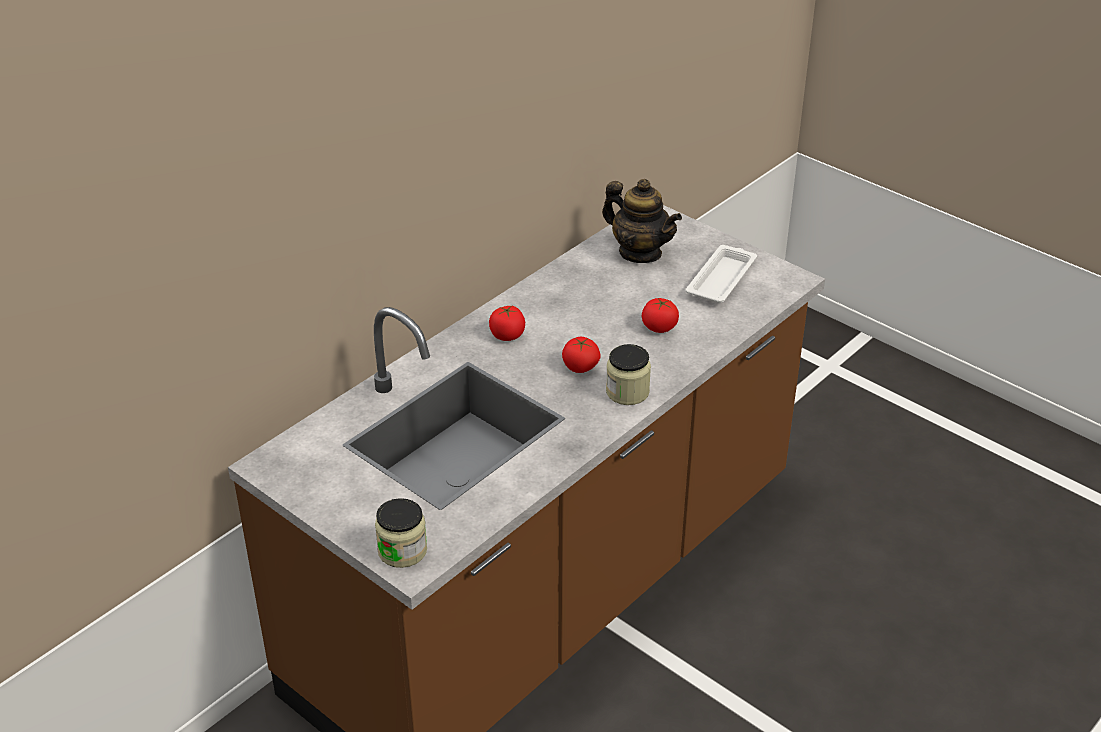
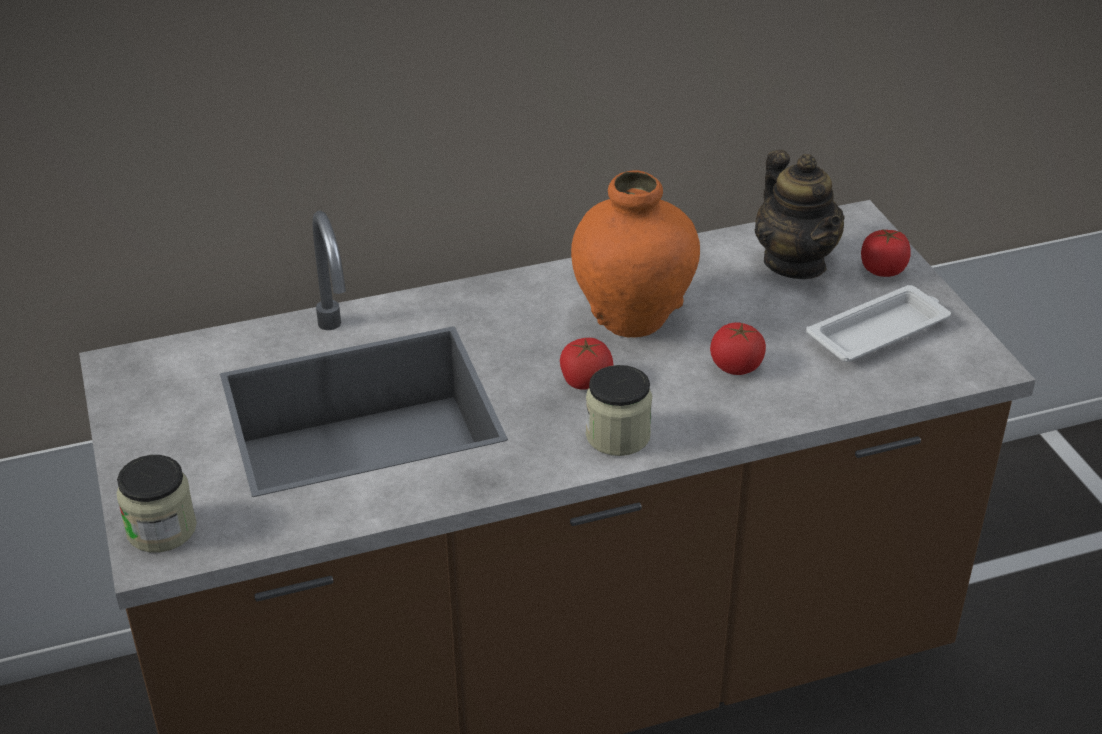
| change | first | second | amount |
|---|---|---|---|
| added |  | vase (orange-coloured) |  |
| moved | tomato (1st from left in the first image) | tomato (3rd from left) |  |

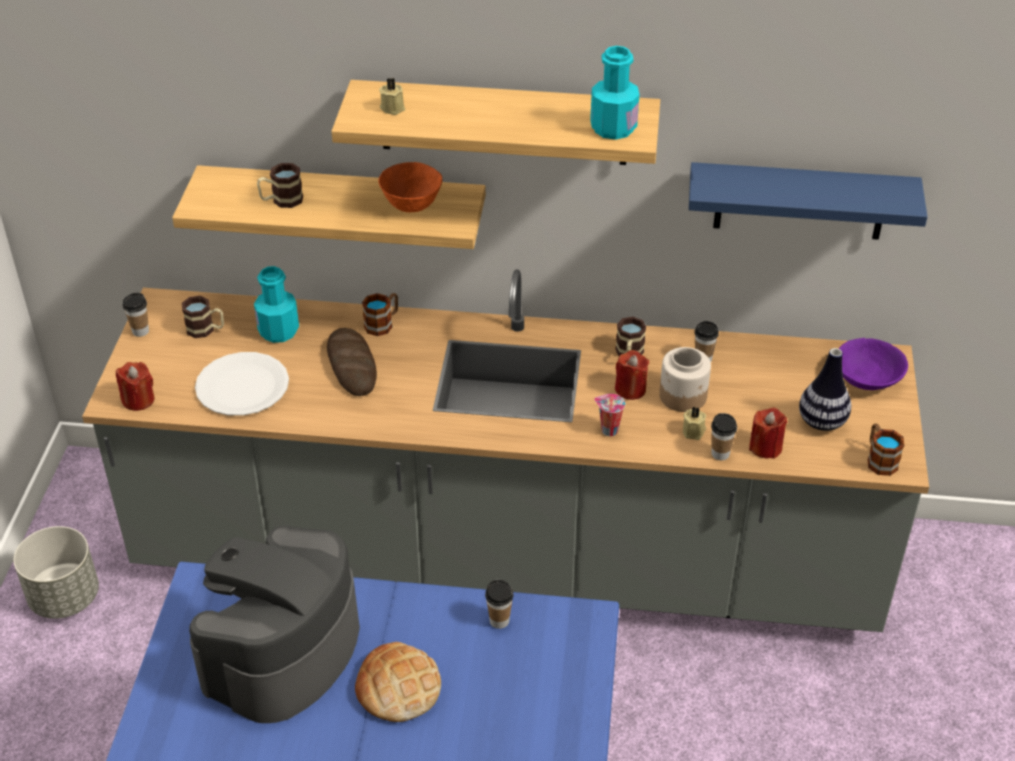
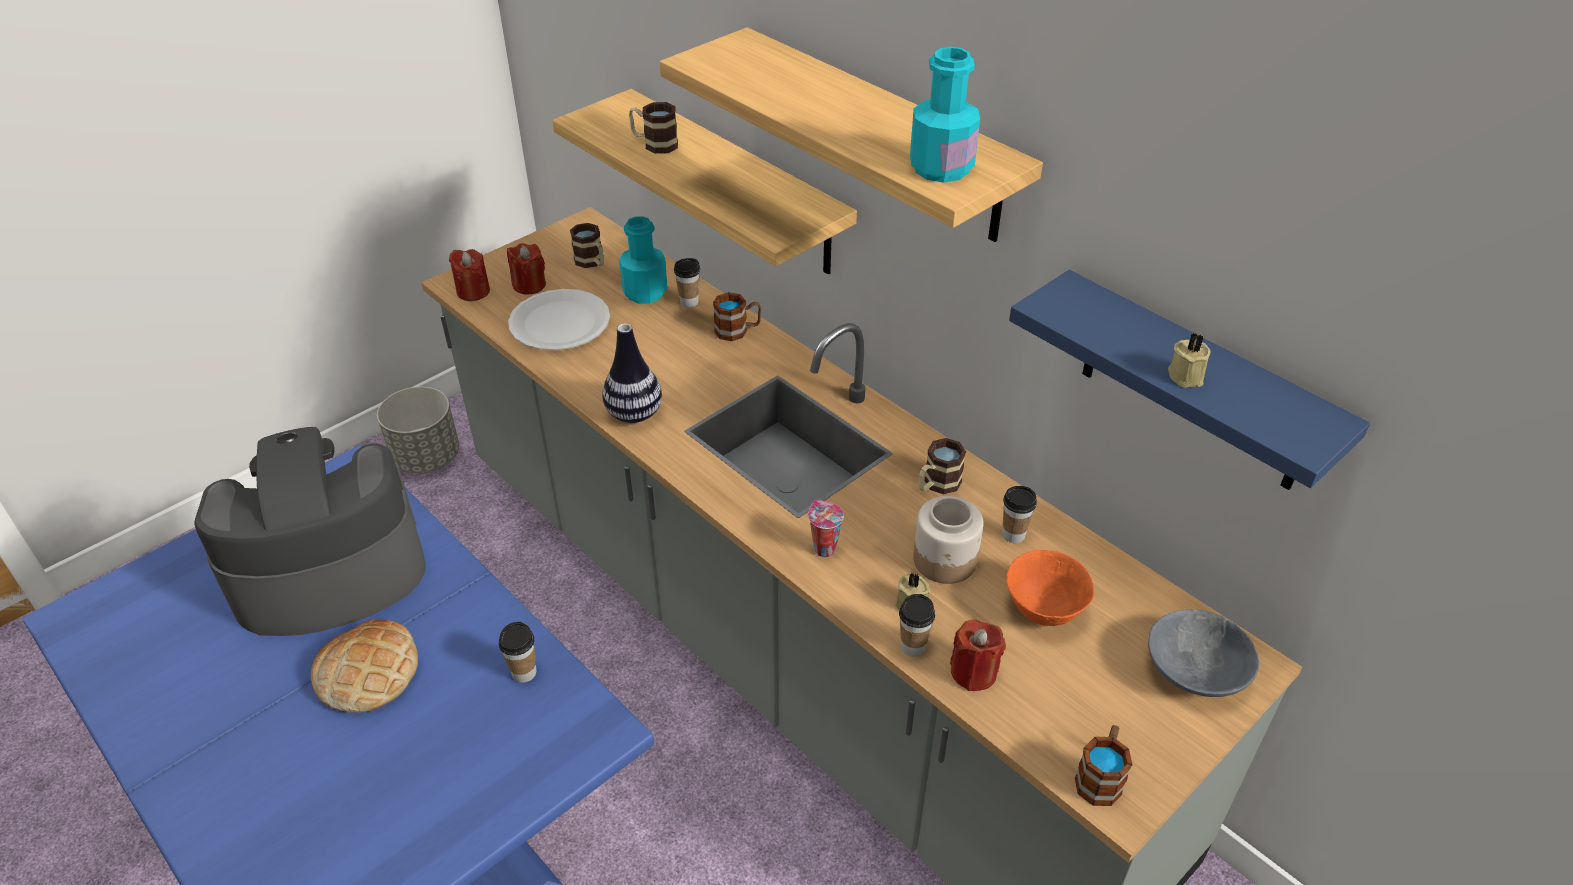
| change | first | second | amount |
|---|---|---|---|
| moved | wax candle (red-coloured) (2nd from left) |  |  |
| moved | vase |  |  |
| moved | cup (1st from left in the first image) | cup (2nd from left) |  |
| moved | serving bowl (orange-coloured) |  |  |
| recoloured | serving bowl (purplish) | serving bowl (gray) |  |
| moved | wax candle (sand-coloured) (1st from left in the first image) | wax candle (sand-coloured) (2nd from left) |  |
| removed | baked bread (1st from left) |  |  |

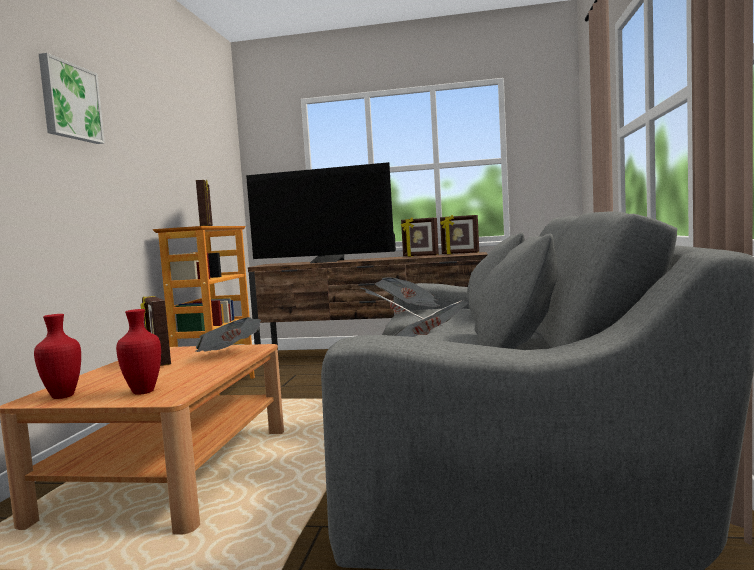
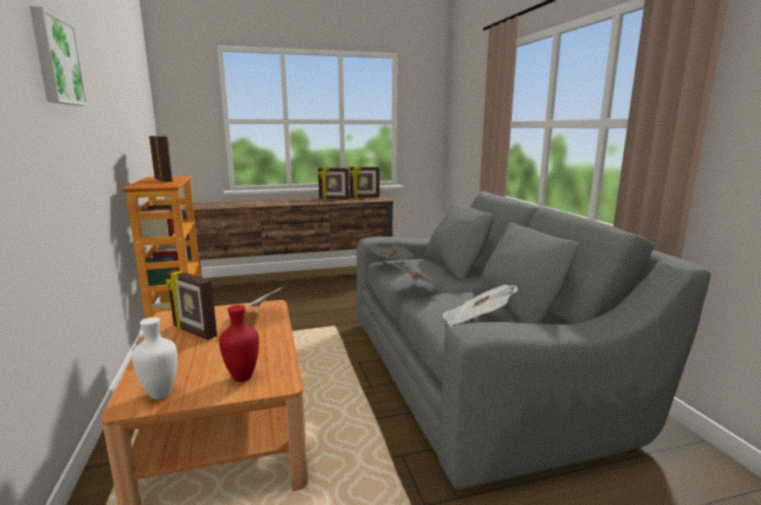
| change | first | second | amount |
|---|---|---|---|
| recoloured | vase (red-coloured) (1st from left) | vase (white) |  |
| removed | TV set |  |  |

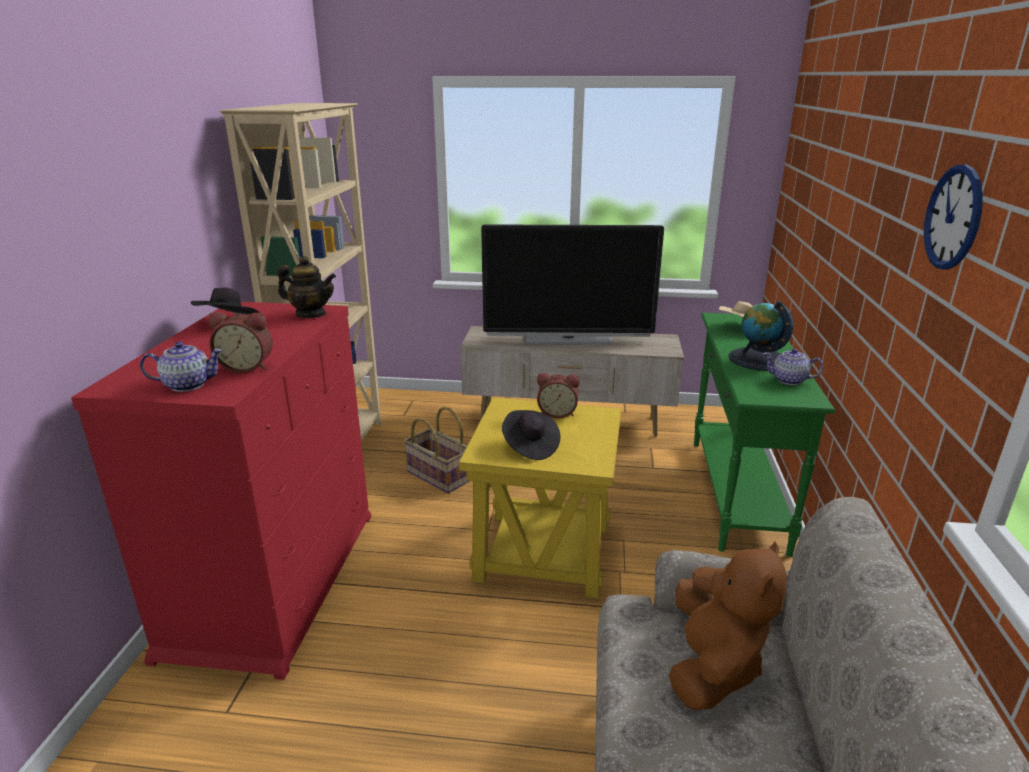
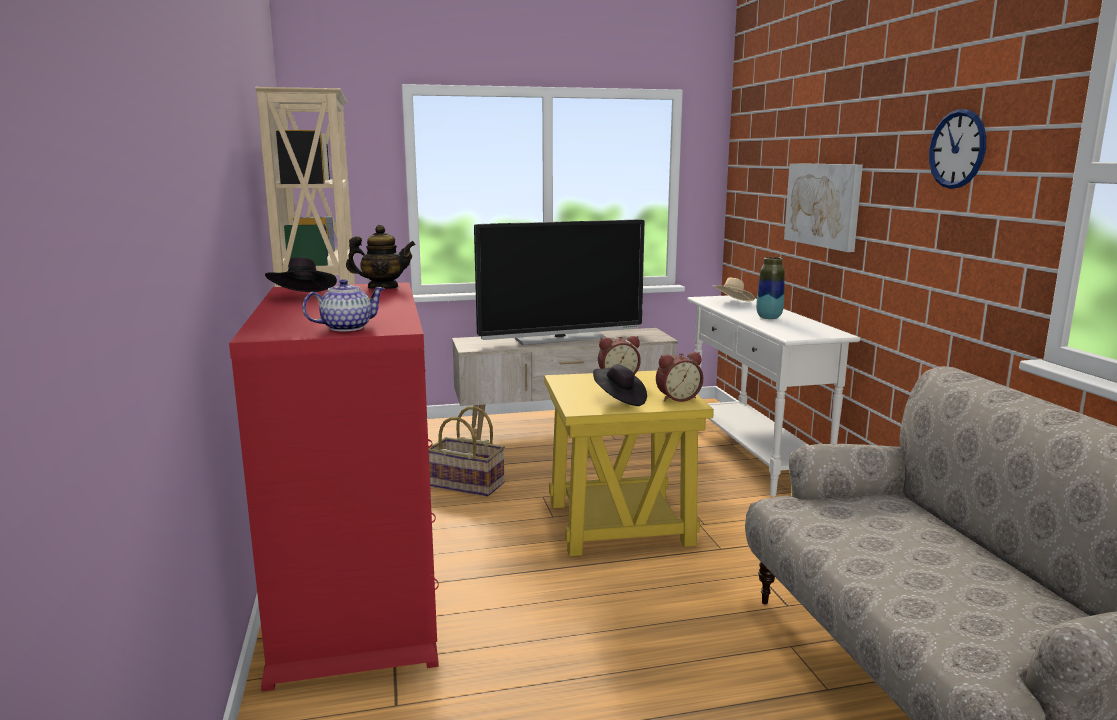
| change | first | second | amount |
|---|---|---|---|
| moved | bedside clock (1st from left in the first image) | bedside clock (2nd from left) |  |
| recoloured | hall table (green) | hall table (white) |  |
| replaced | globe | vase |  |
| added |  | picture |  |
| removed | soft toy (brown-coloured) |  |  |
| removed | tea pot (3rd from left) |  |  |

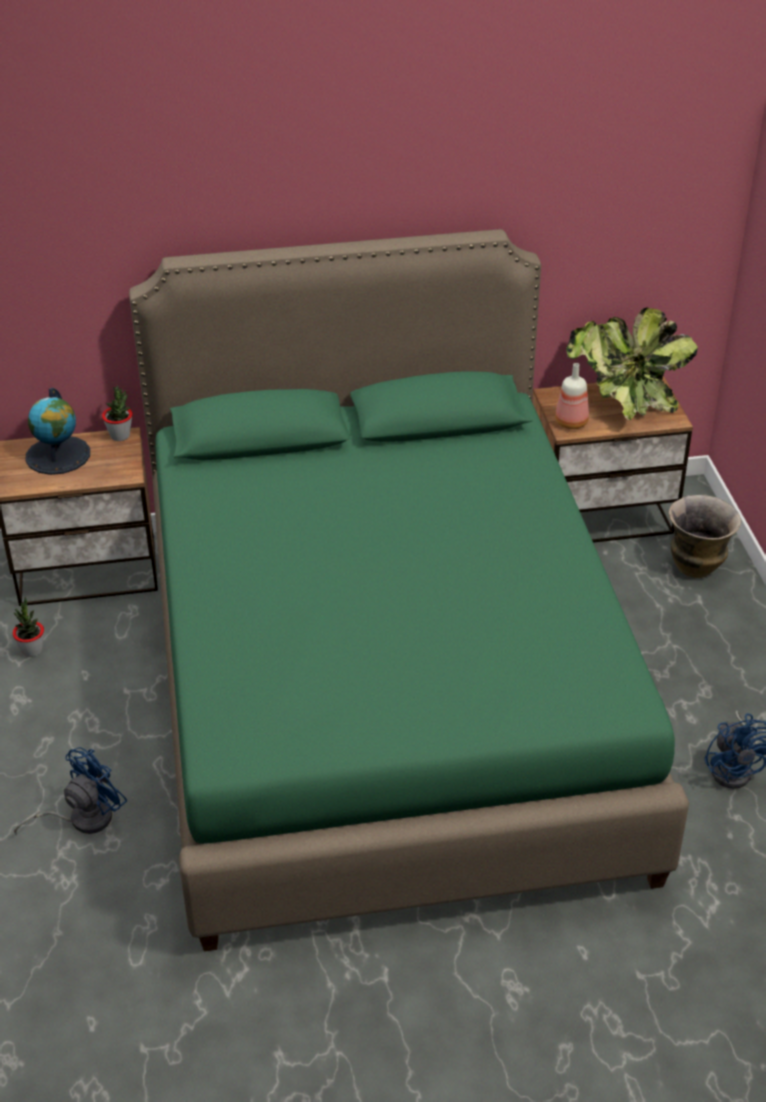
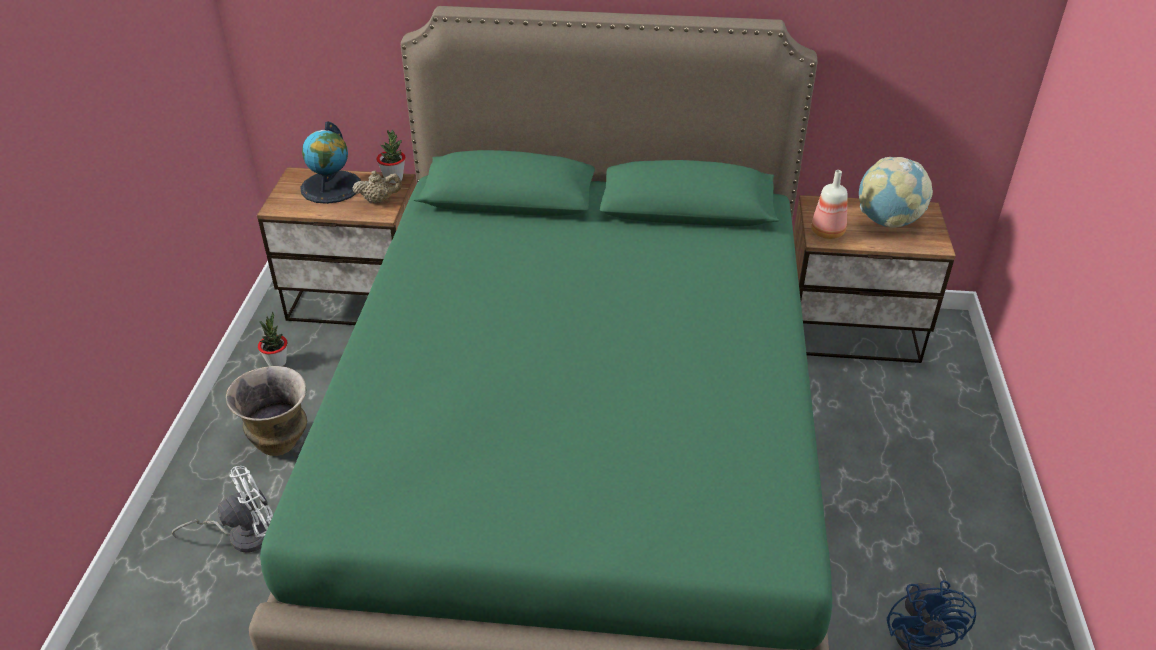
| change | first | second | amount |
|---|---|---|---|
| recoloured | fan (blue) (1st from left) | fan (white) |  |
| moved | vase |  |  |
| added |  | tea pot (sand-coloured) |  |
| replaced | plant in a pot (3rd from left) | globe (2nd from left) |  |

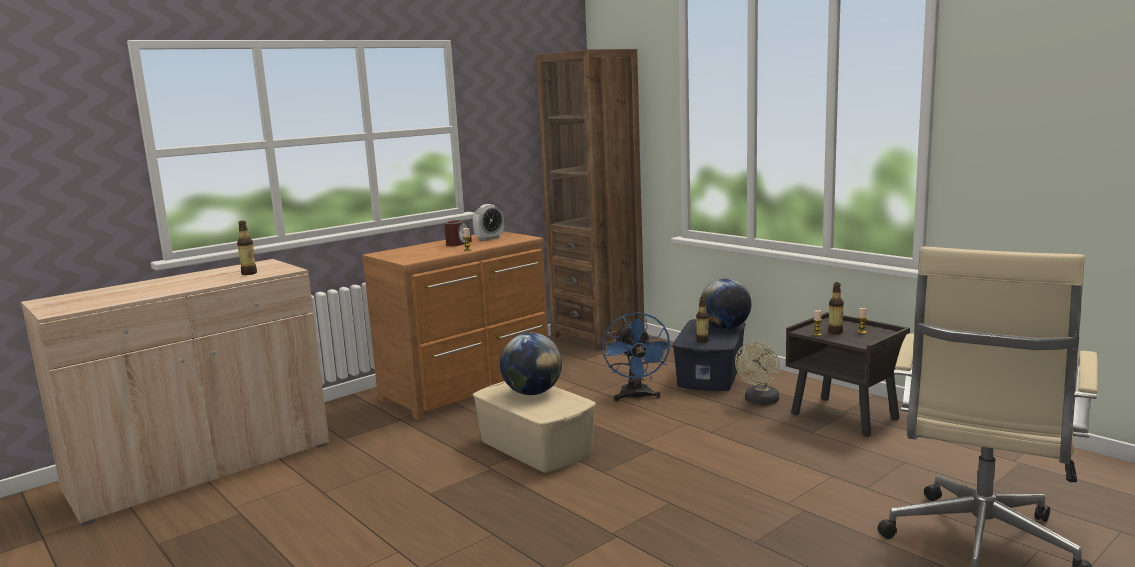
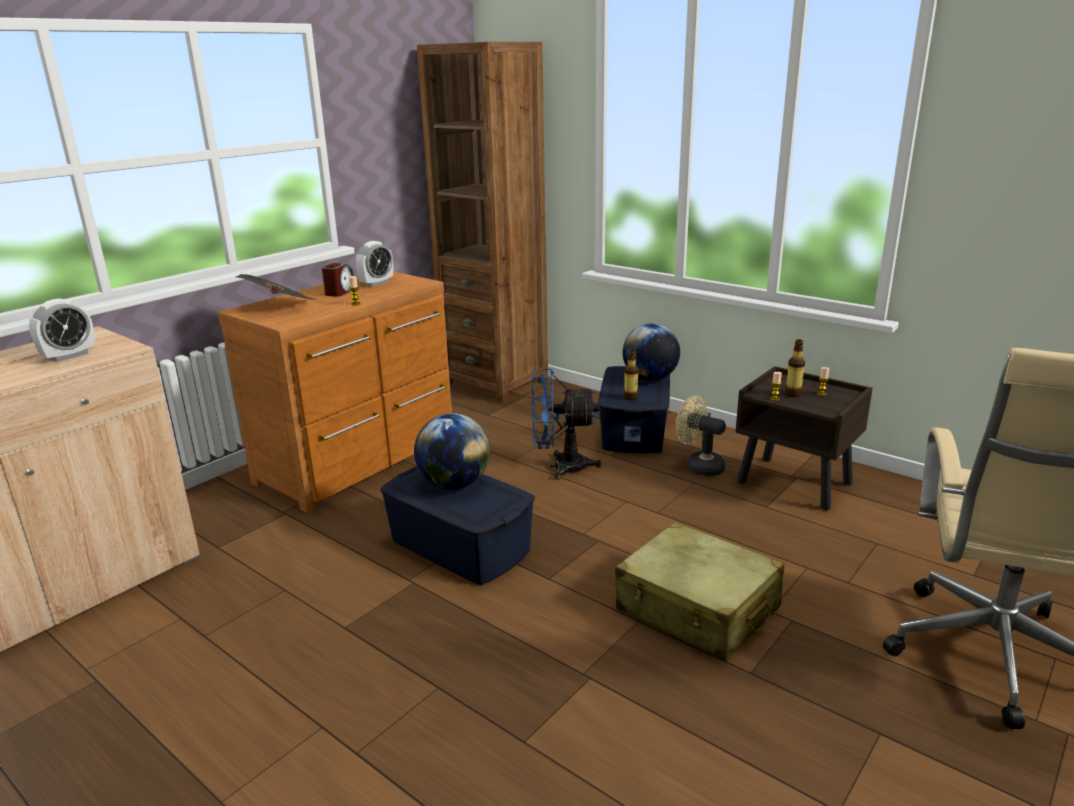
| change | first | second | amount |
|---|---|---|---|
| replaced | beverage bottle (1st from left) | bedside clock (1st from left) |  |
| added |  | newspaper |  |
| recoloured | storage box (sand-coloured) | storage box (blue) (1st from left) |  |
| turned | fan (blue) |  | 105 degrees clockwise |
| added |  | travel case (sand-coloured) |  |
| turned | fan (sand-coloured) |  | 105 degrees clockwise |

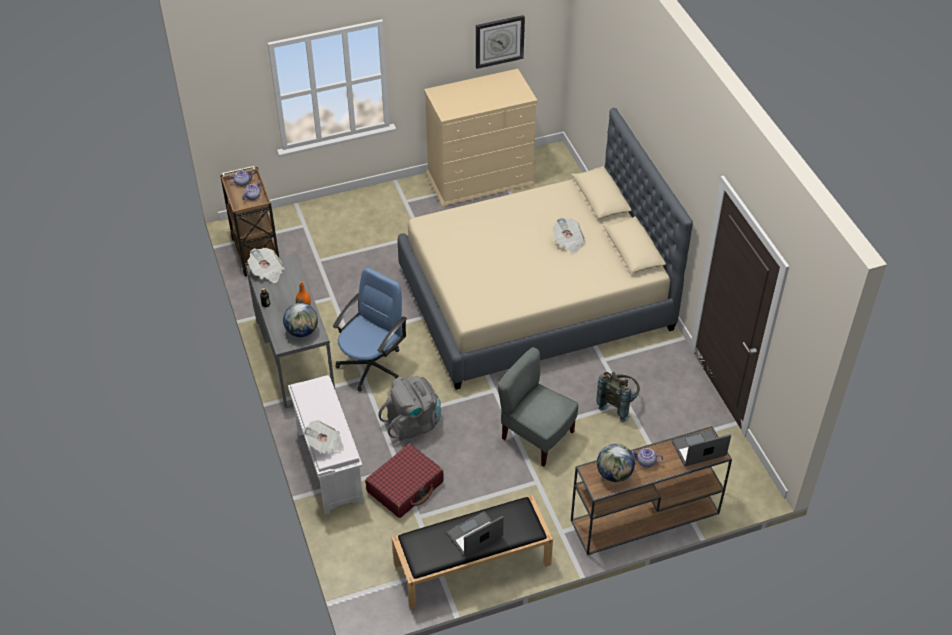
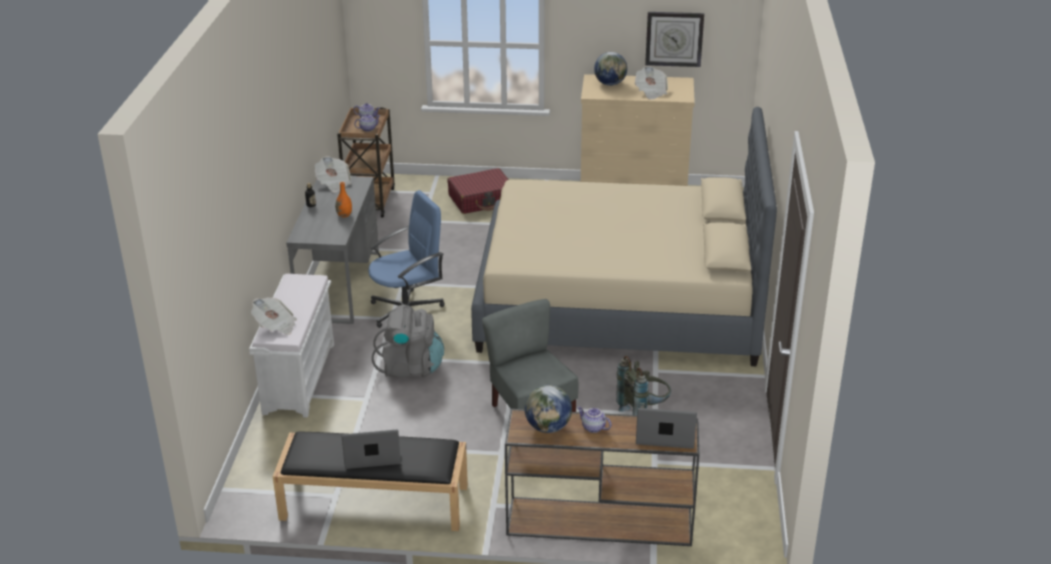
| change | first | second | amount |
|---|---|---|---|
| moved | travel case (red-coloured) |  |  |
| moved | globe (1st from left in the first image) | globe (2nd from left) |  |
| moved | newspaper (3rd from left) |  |  |

